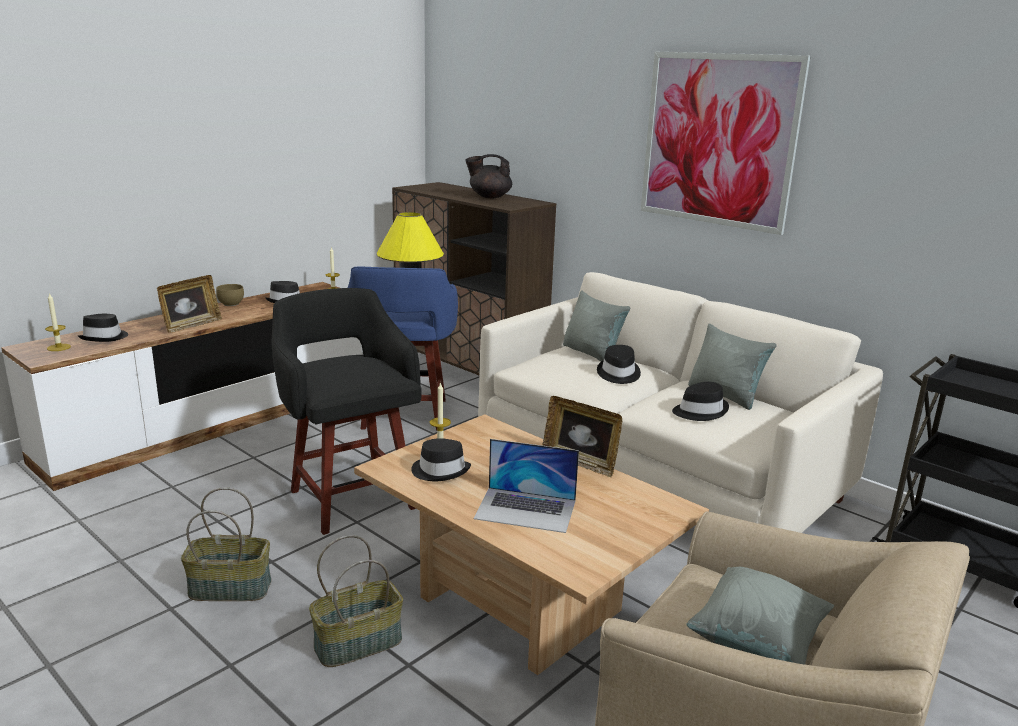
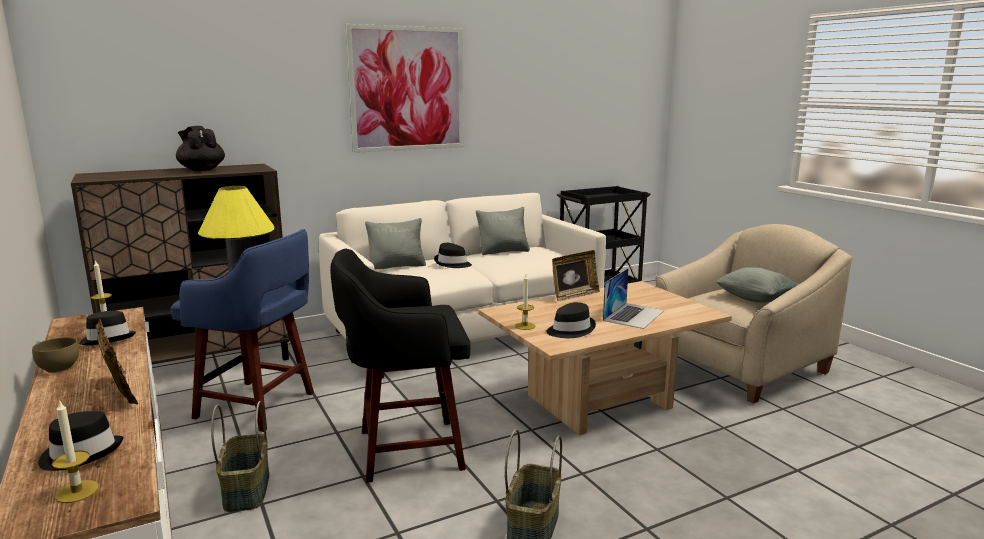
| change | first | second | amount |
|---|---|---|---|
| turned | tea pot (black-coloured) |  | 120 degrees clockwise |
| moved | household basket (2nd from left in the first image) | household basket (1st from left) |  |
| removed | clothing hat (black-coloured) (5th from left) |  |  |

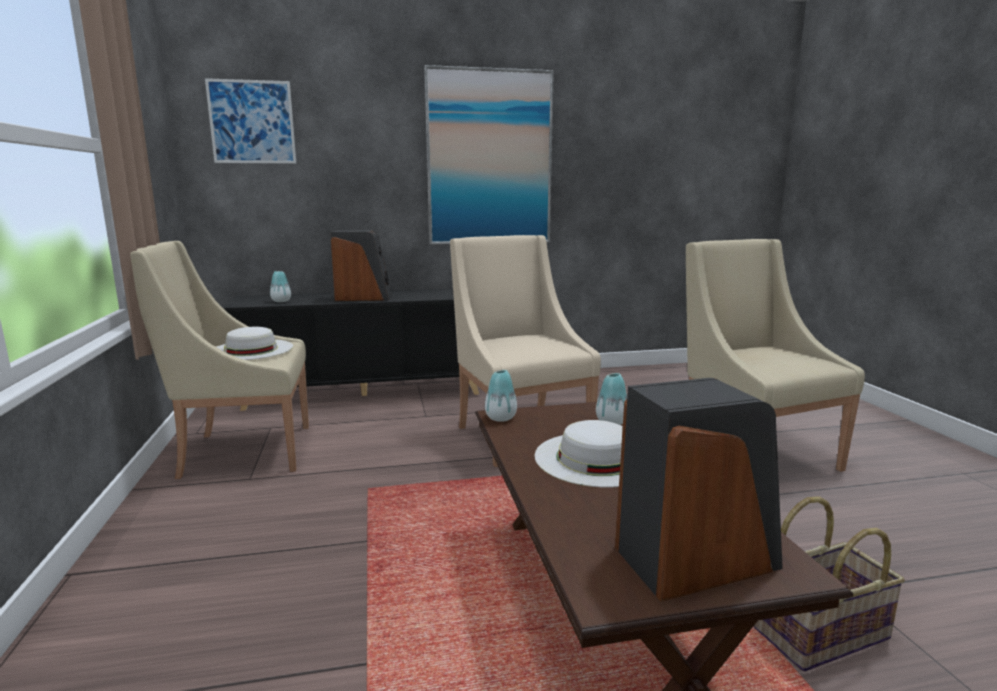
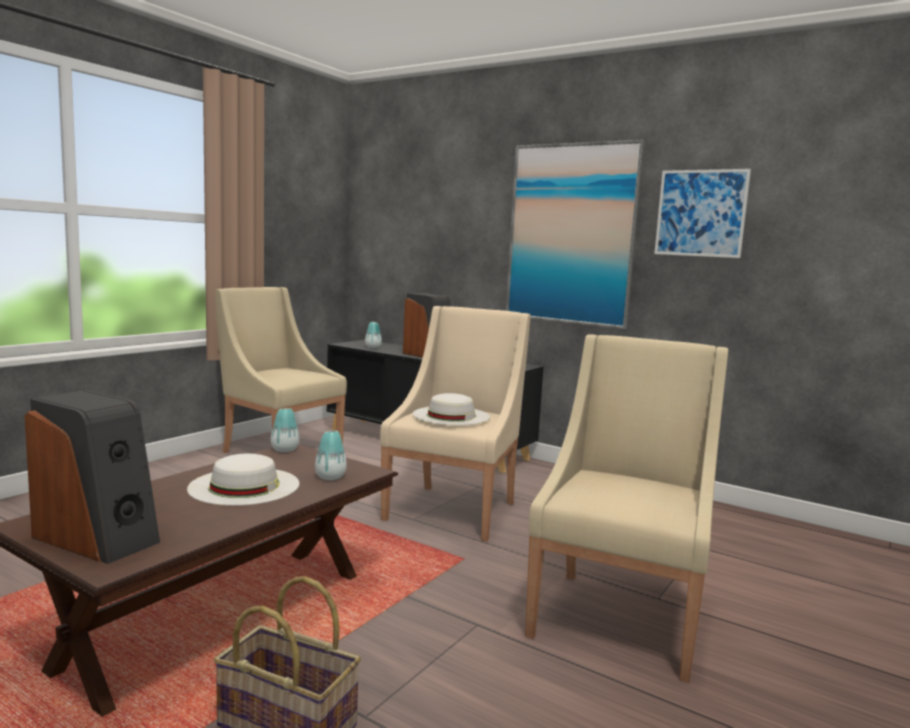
| change | first | second | amount |
|---|---|---|---|
| moved | clothing hat (white) (1st from left in the first image) | clothing hat (white) (2nd from left) |  |
| moved | picture (1st from left in the first image) | picture (2nd from left) |  |

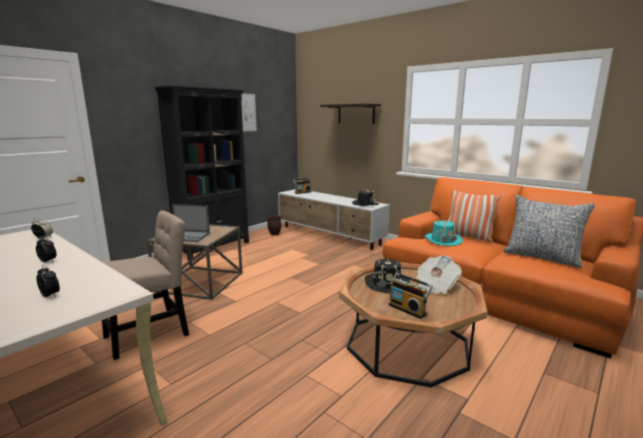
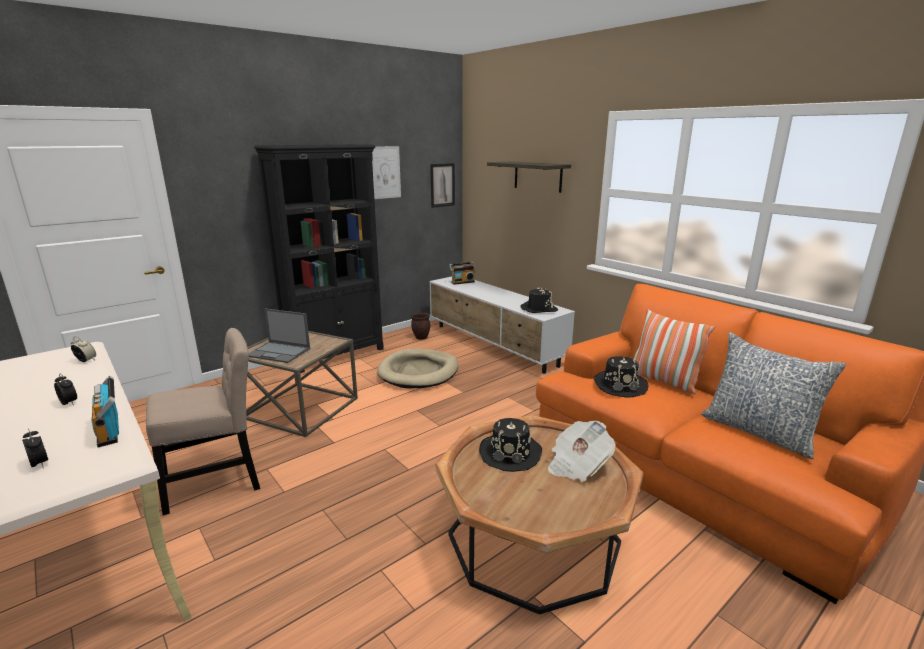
| change | first | second | amount |
|---|---|---|---|
| moved | radio set (2nd from left in the first image) | radio set (1st from left) |  |
| added |  | dog cushion (sand-coloured) |  |
| added |  | picture (2nd from left) |  |
| recoloured | clothing hat (blue-green) | clothing hat (black-coloured) (3rd from left) |  |

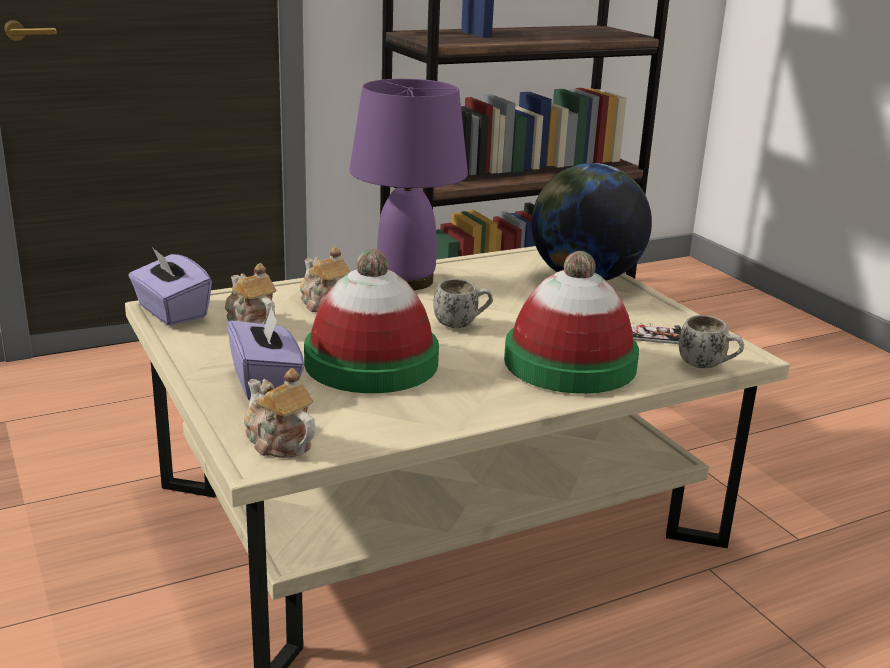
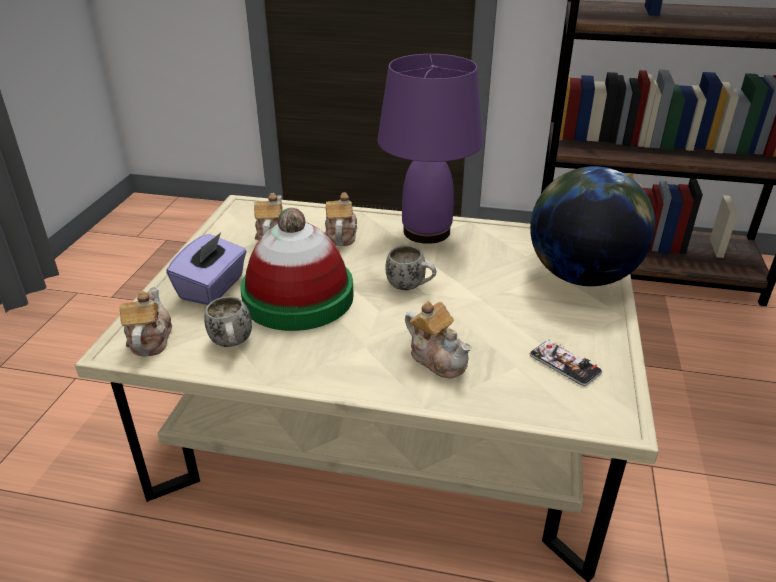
| change | first | second | amount |
|---|---|---|---|
| moved | coffee mug (white) (2nd from left in the first image) | coffee mug (white) (1st from left) |  |
| replaced | clothing hat (2nd from left) | tea pot (4th from left) |  |
| removed | tissue box (purplish) (1st from left) |  |  |

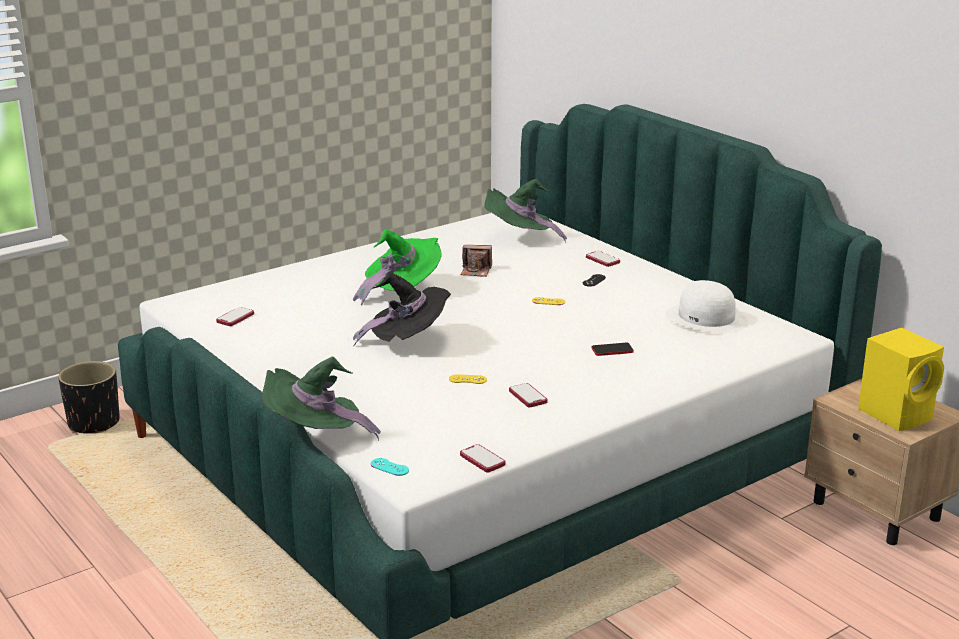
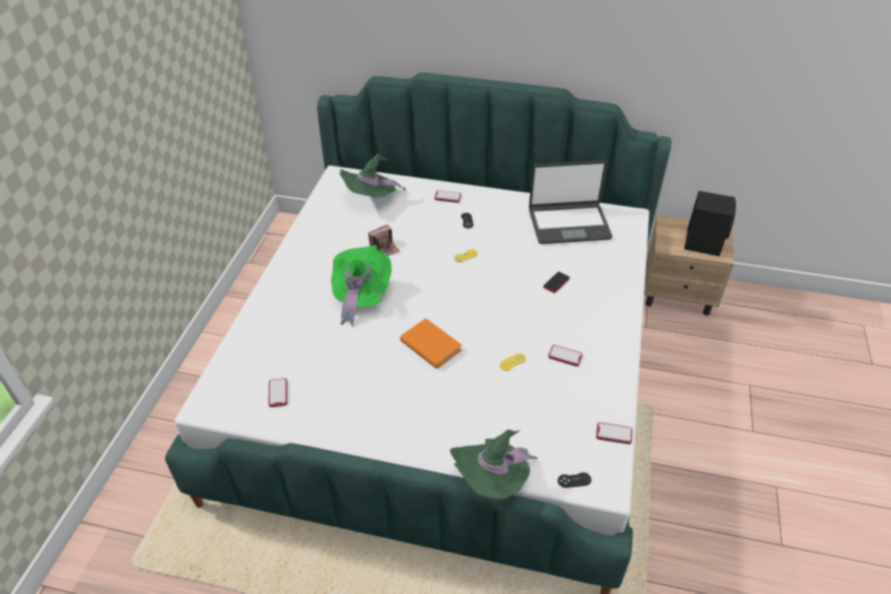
| change | first | second | amount |
|---|---|---|---|
| replaced | clothing hat (black-coloured) | bound book (orange-coloured) |  |
| replaced | clothing hat (white) | laptop |  |
| recoloured | game controller (blue-green) | game controller (black-coloured) (2nd from left) |  |
| recoloured | speaker (yellow-coloured) | speaker (black-coloured) |  |
| removed | flower pot (black-coloured) |  |  |

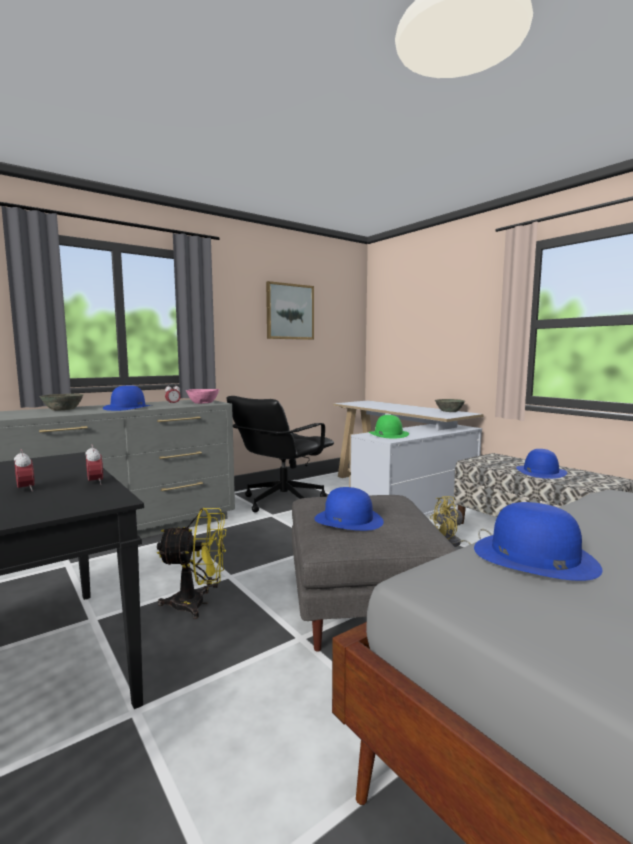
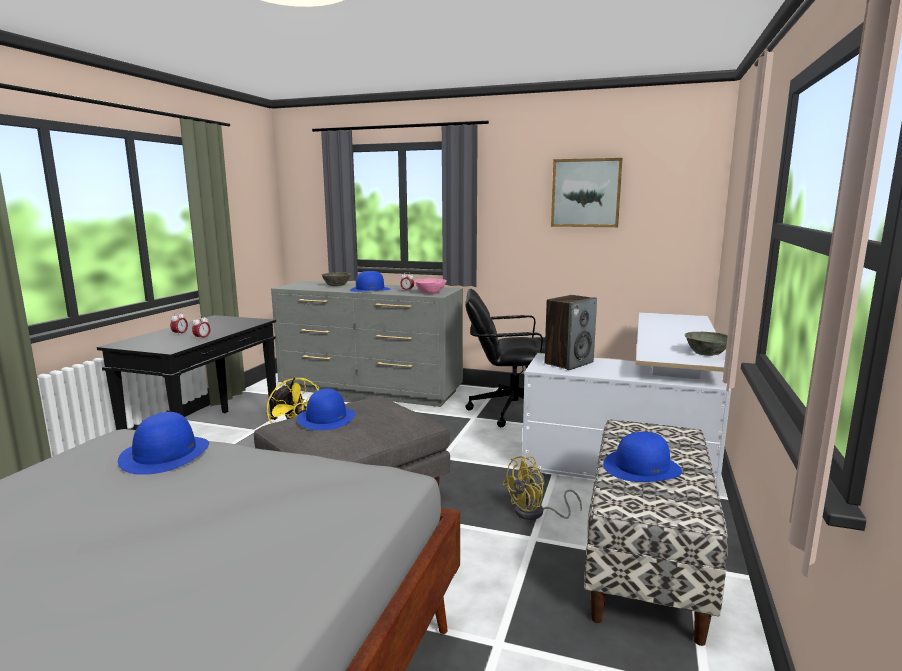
| change | first | second | amount |
|---|---|---|---|
| turned | fan (yellow-coloured) (2nd from left) |  | 75 degrees counterclockwise |
| replaced | clothing hat (green) | speaker |  |

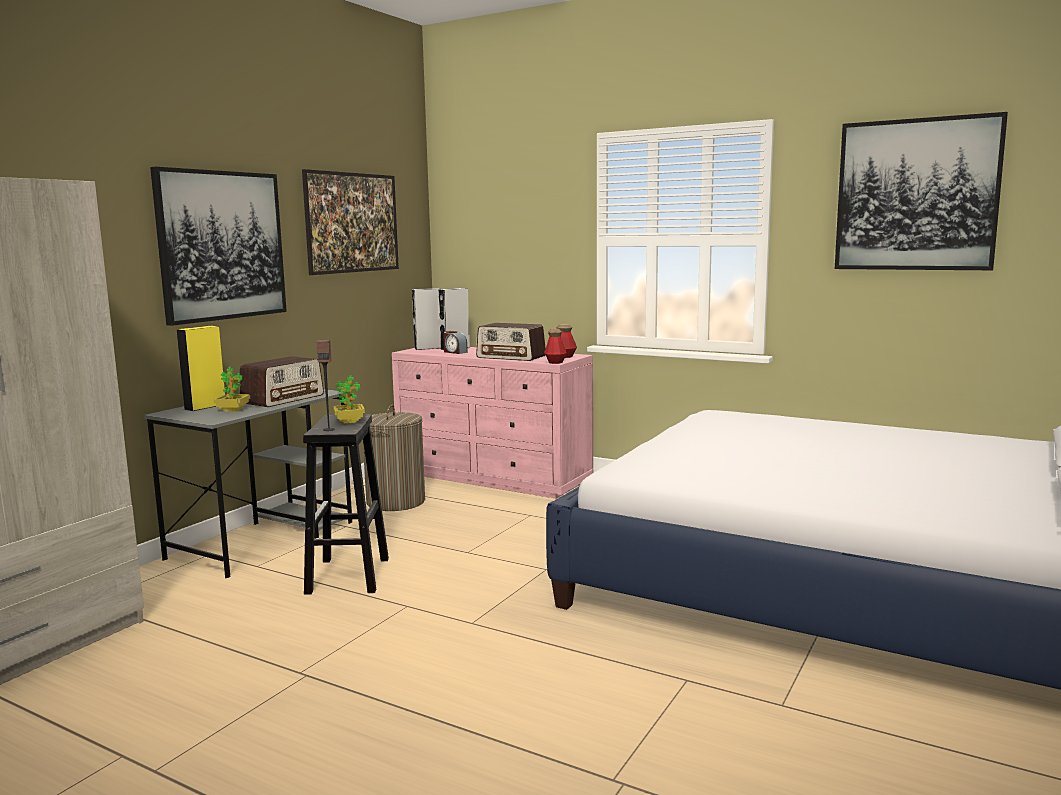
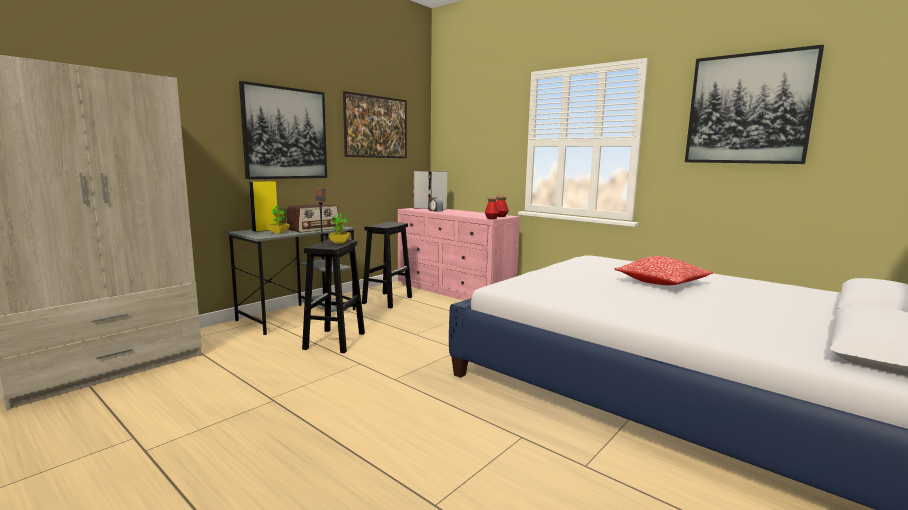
| change | first | second | amount |
|---|---|---|---|
| replaced | washing basket | stool seat (black-coloured) (2nd from left) |  |
| added |  | pillow |  |
| removed | radio set (2nd from left) |  |  |

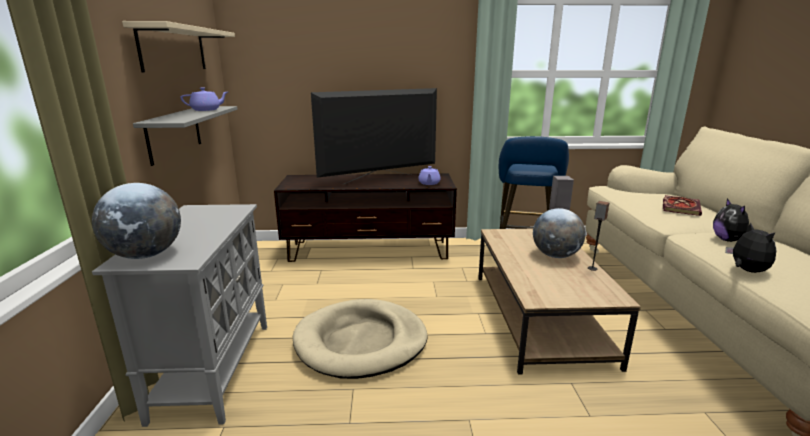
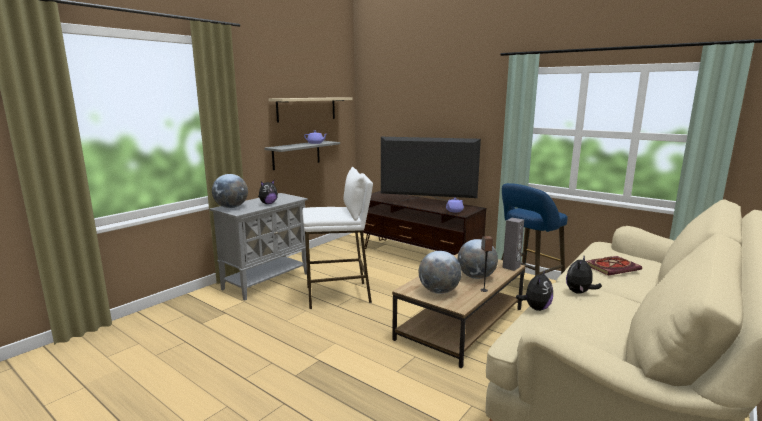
| change | first | second | amount |
|---|---|---|---|
| added |  | soft toy (1st from left) |  |
| replaced | dog cushion (sand-coloured) | stool seat (white) |  |
| added |  | globe (2nd from left) |  |

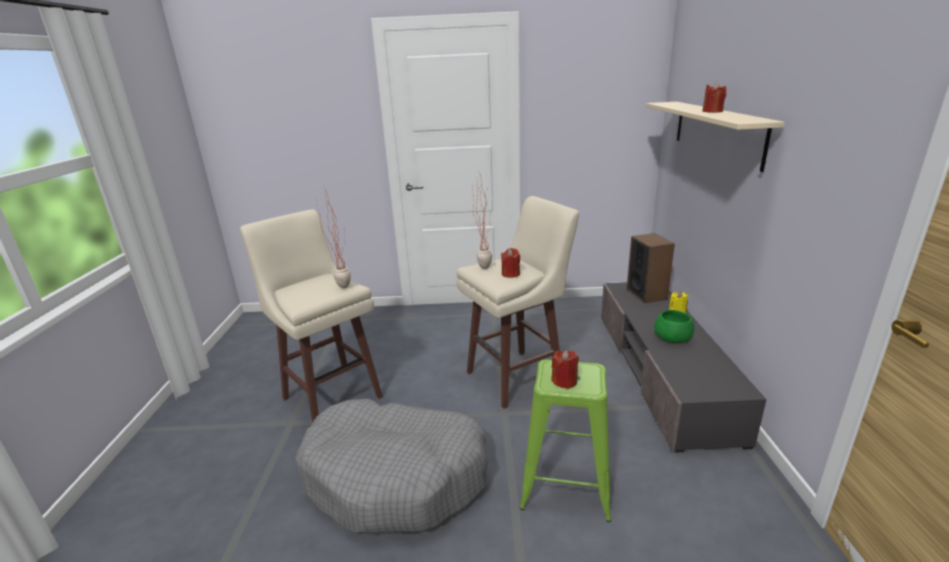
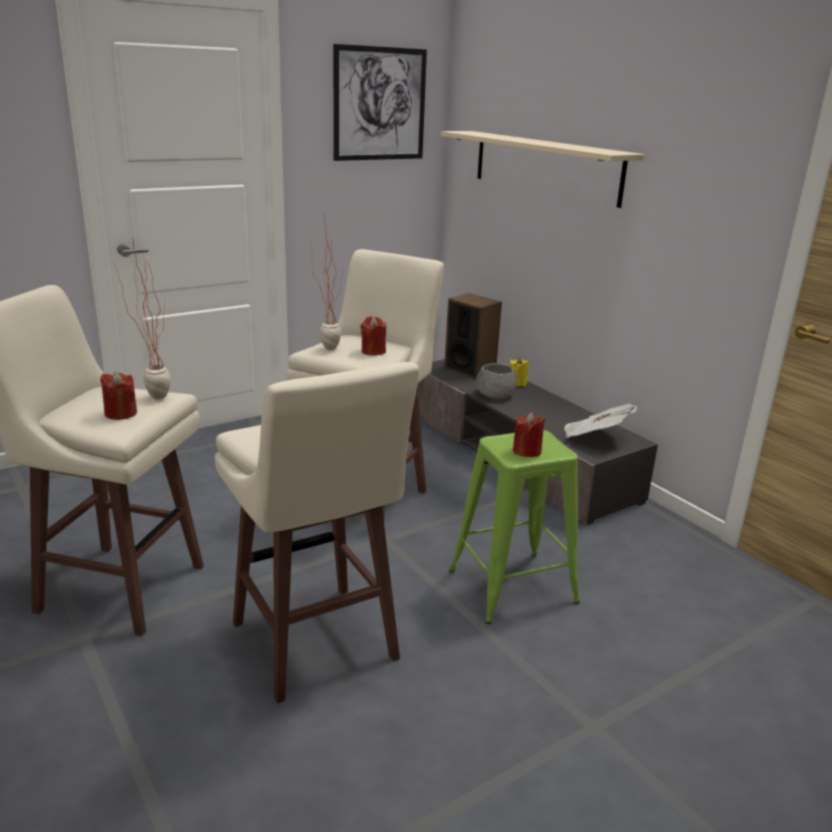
| change | first | second | amount |
|---|---|---|---|
| moved | wax candle (red-coloured) (3rd from left in the first image) | wax candle (red-coloured) (1st from left) |  |
| replaced | dog cushion (gray) | stool seat (sand-coloured) (2nd from left) |  |
| added |  | picture |  |
| added |  | serving bowl (gray) |  |
| added |  | newspaper |  |
| removed | serving bowl (green) |  |  |

